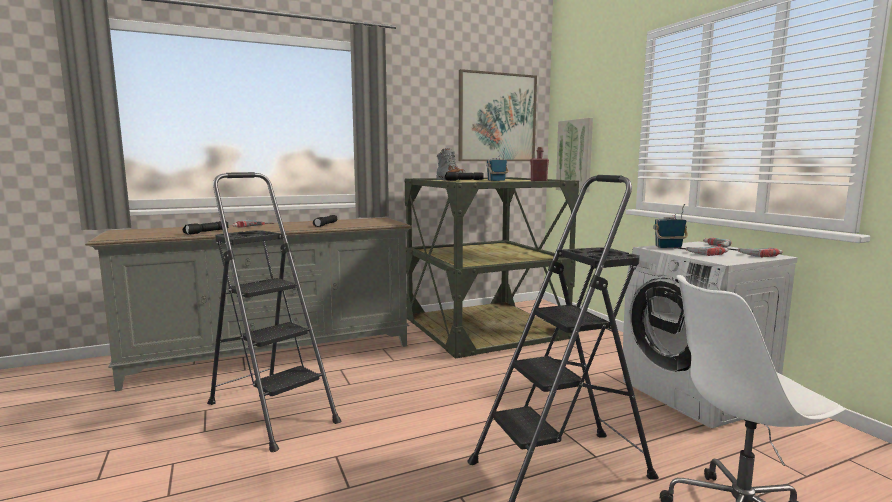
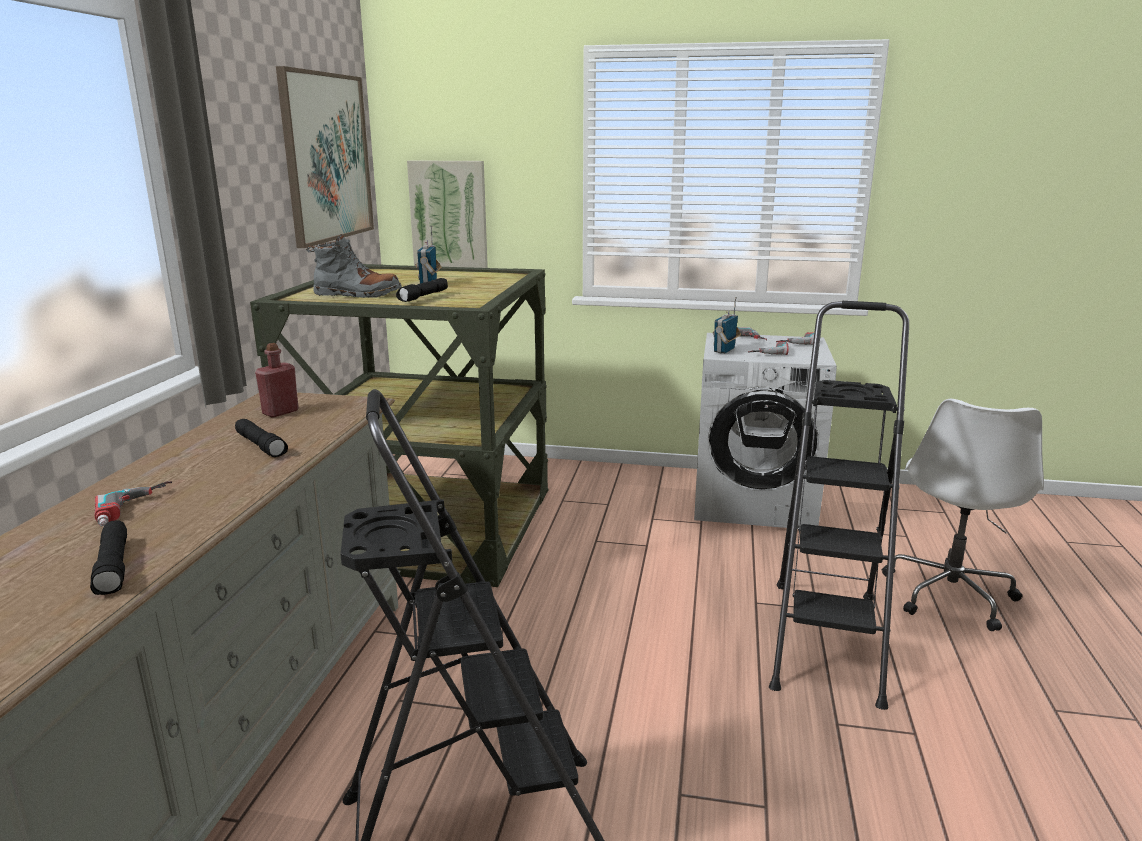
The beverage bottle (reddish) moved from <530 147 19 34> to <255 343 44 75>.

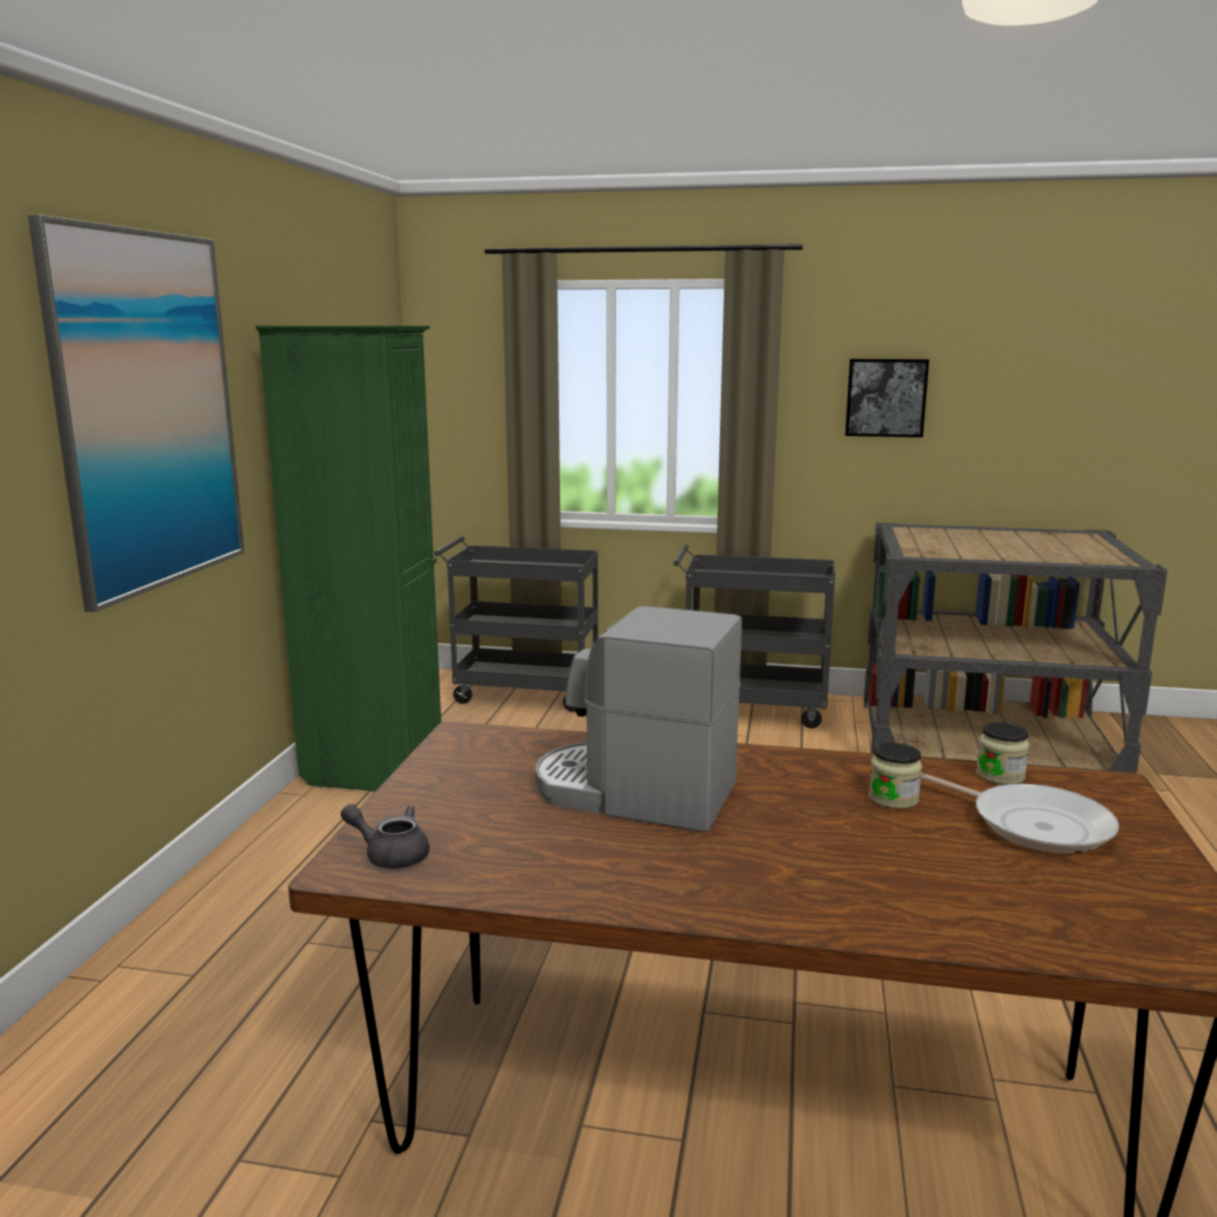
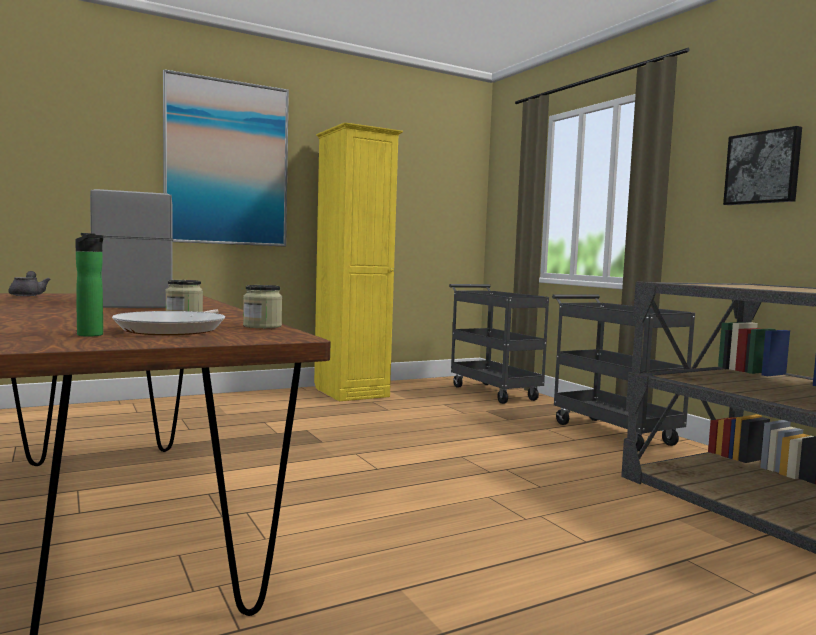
The beverage bottle at <76 233 27 104> appeared.
The cabinet (greenish) at <255 326 186 465> became the cabinet (yellow) at <314 123 89 278>.

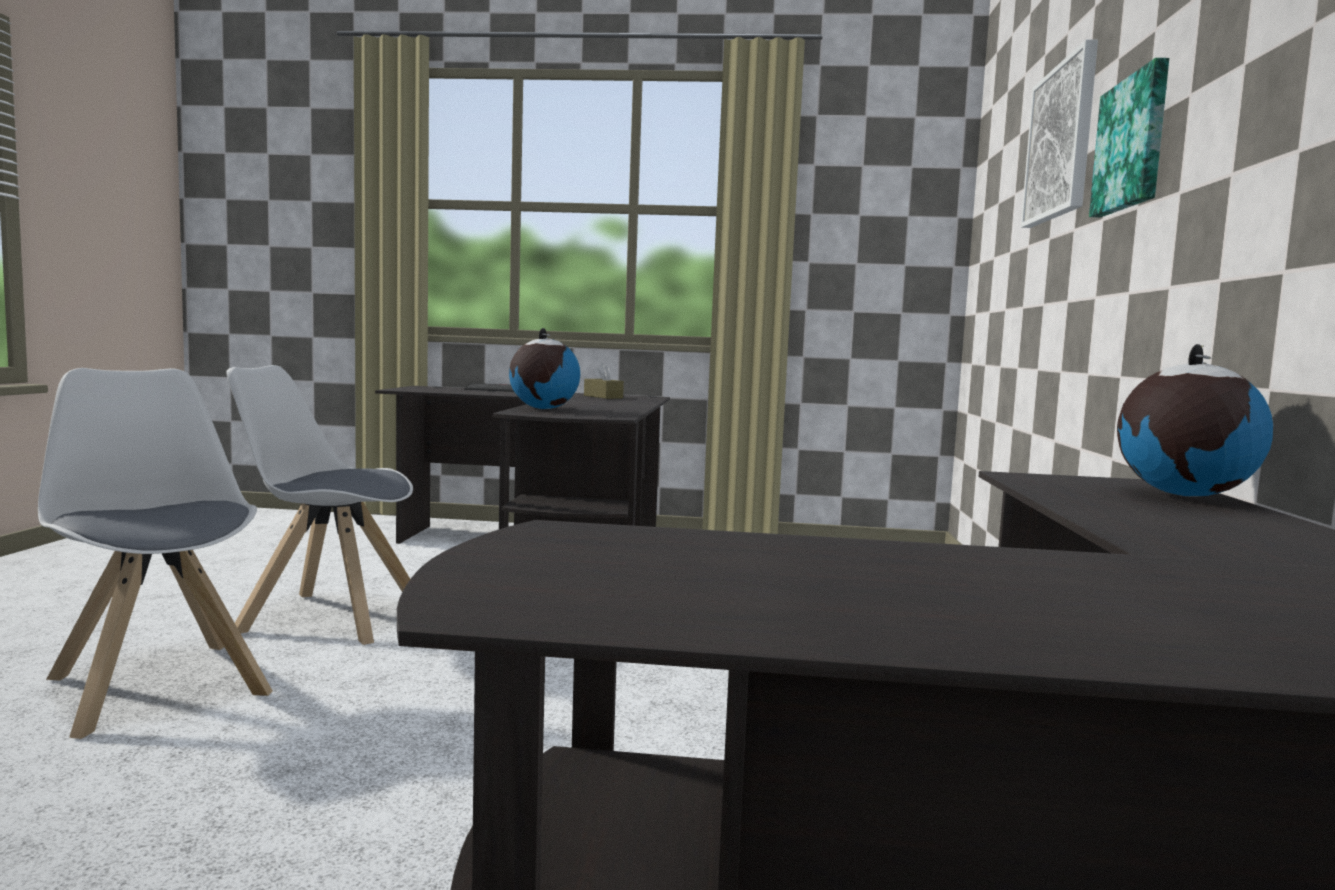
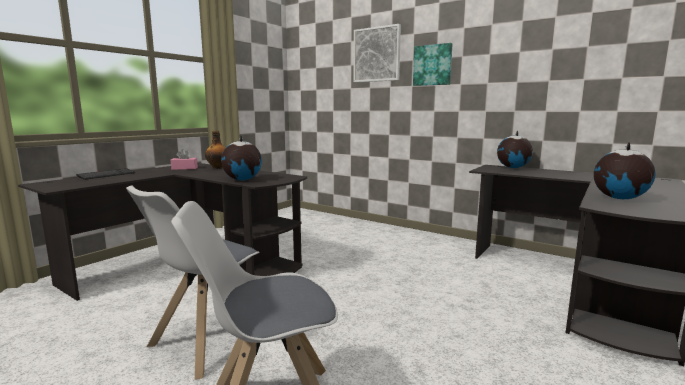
The tissue box (brown) at <584 363 40 36> became the tissue box (pink) at <171 149 27 21>.
The beverage bottle at <205 131 21 38> appeared.
The globe at <593 142 63 57> appeared.

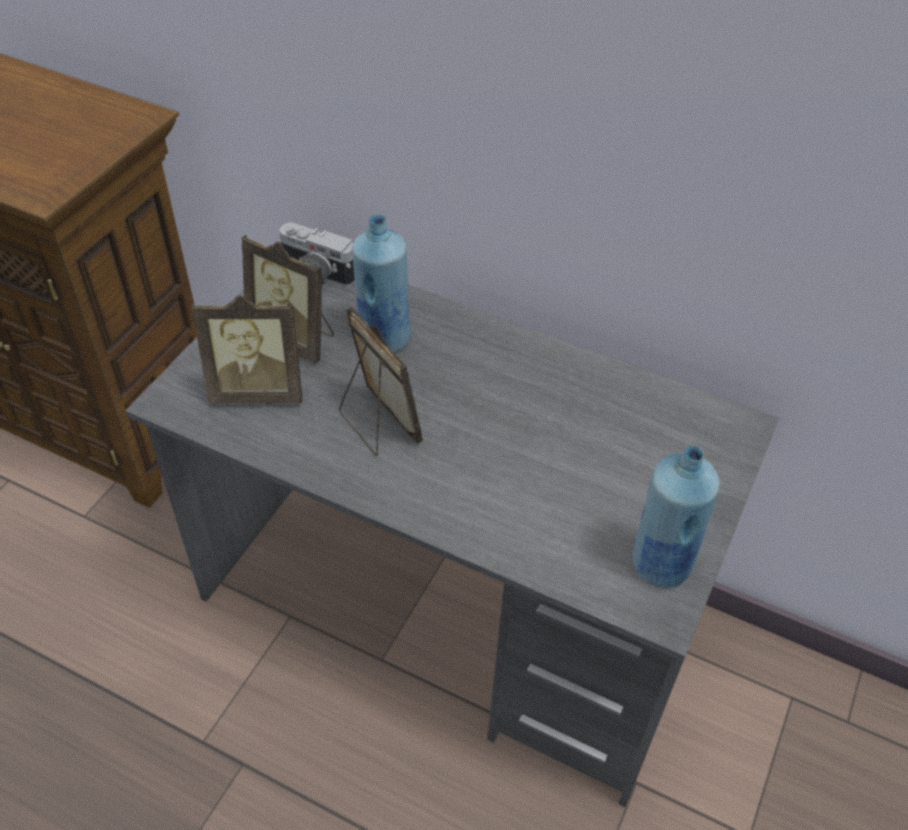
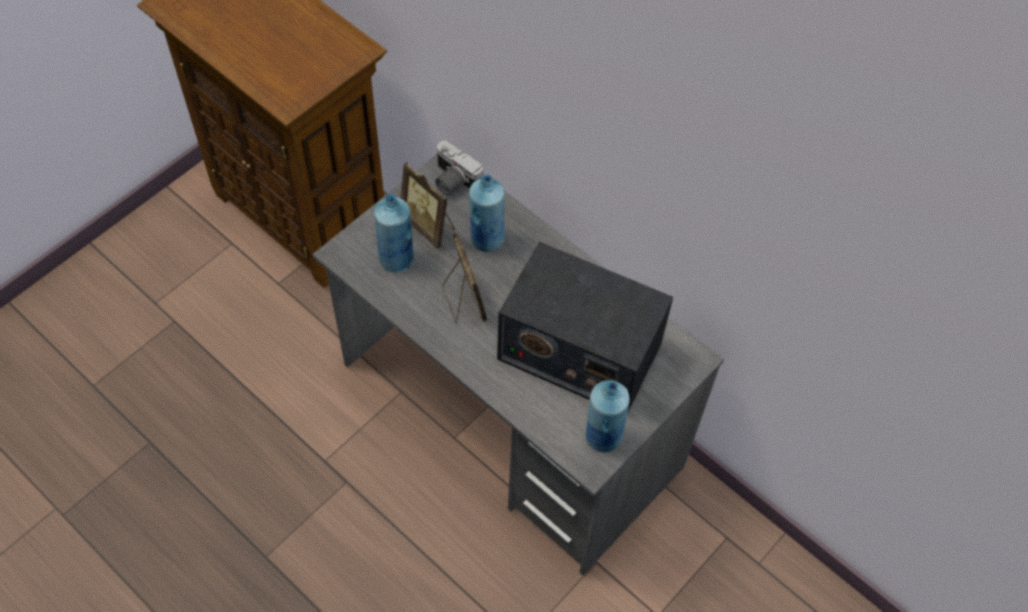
The standing frame at <192 295 110 108> was replaced by the beverage bottle (blue-coloured) at <374 194 40 78>.
The radio receiver at <497 241 176 173> appeared.

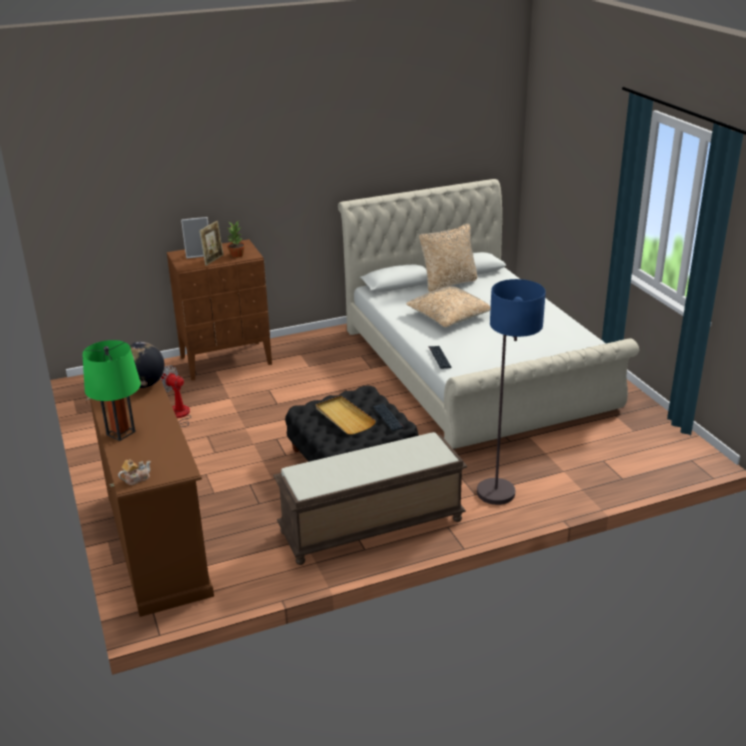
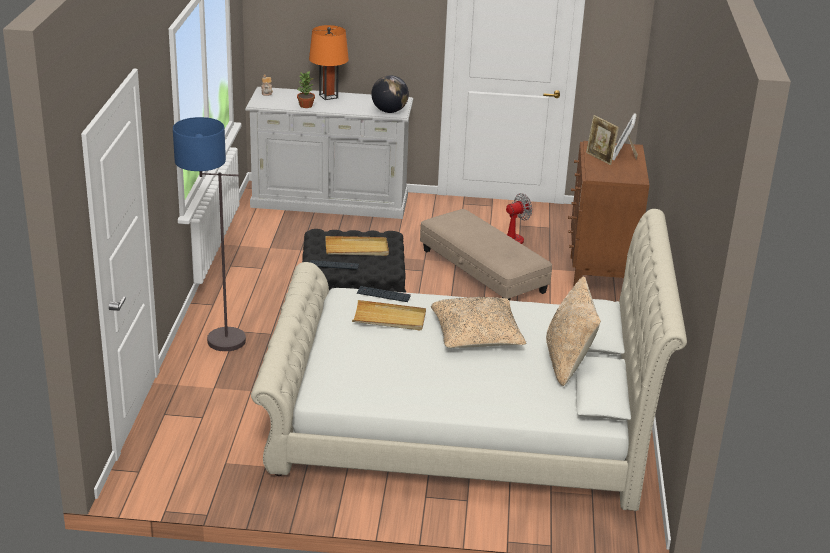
The drawer chest (brown) at <86 378 128 239> became the drawer chest (white) at <245 87 168 132>.
The plant in a pot moved from <226 221 19 37> to <297 71 18 37>.
The table lamp (greenish) at <82 340 59 101> became the table lamp (orange) at <309 25 40 75>.
The serving tray (beige) at <352 300 74 30> appeared.
The ottoman (beige) at <420 209 132 91> appeared.
The indoor bench (brown) at <273 432 194 133> disappeared.

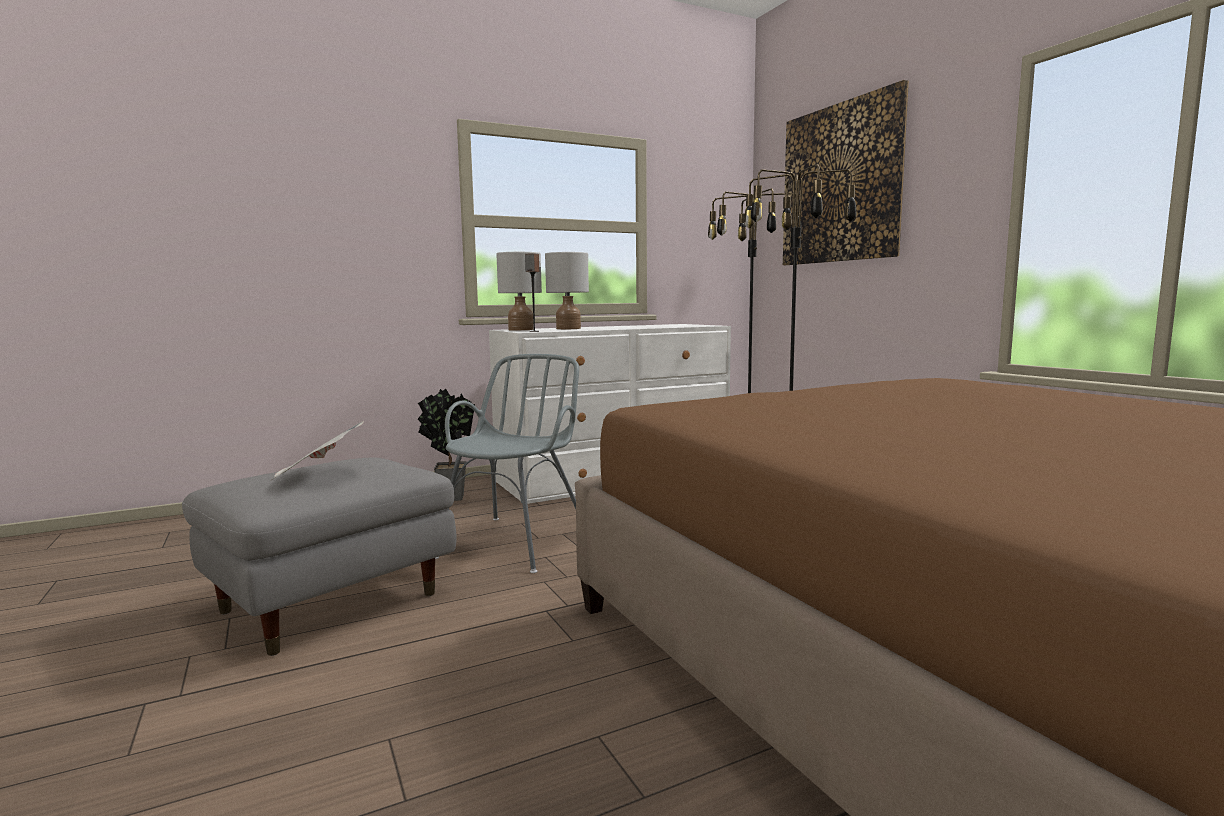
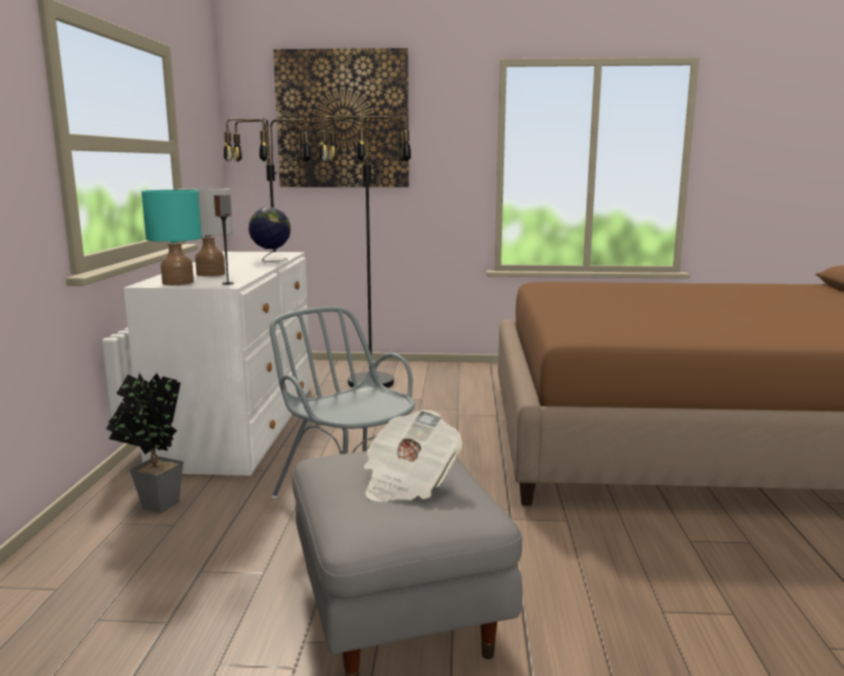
The table lamp (gray) at <496 252 46 78> became the table lamp (blue-green) at <141 190 61 95>.
The globe at <249 207 42 55> appeared.

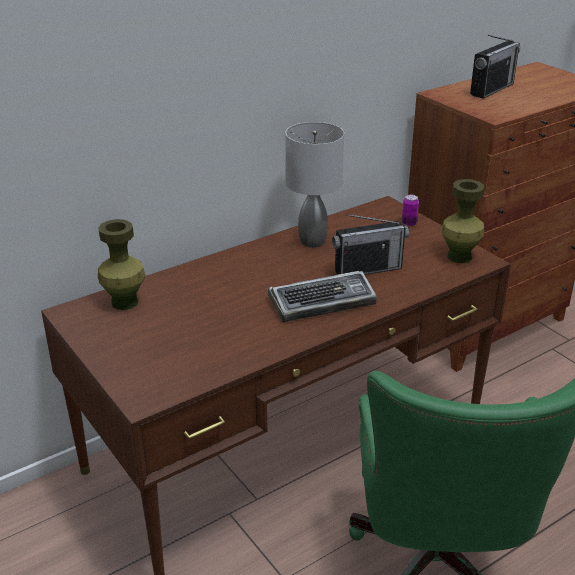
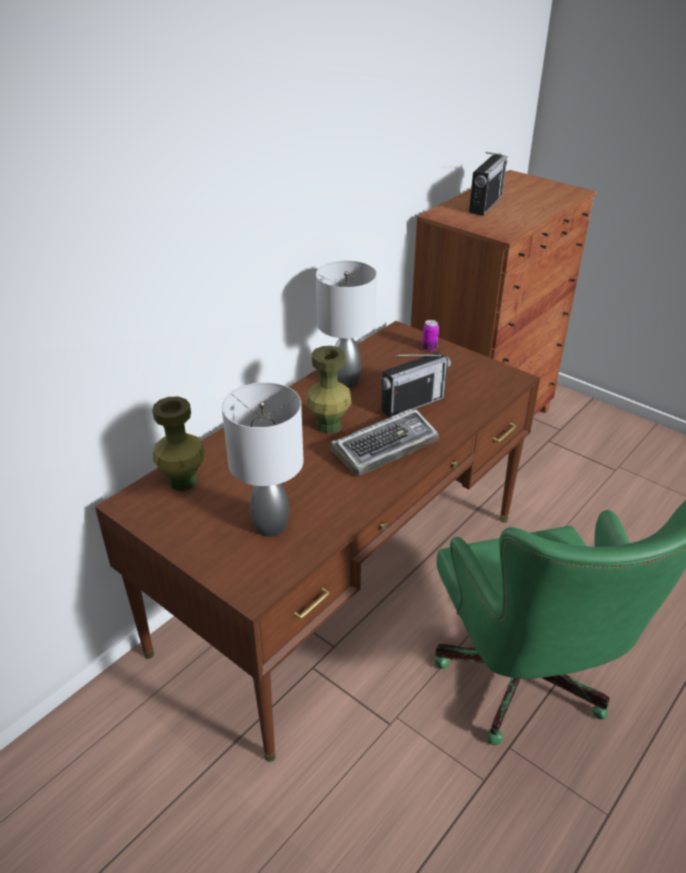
The table lamp (gray) at <222 382 82 155> appeared.
The flower vase (greenish) moved from <442 179 42 84> to <306 346 46 88>.

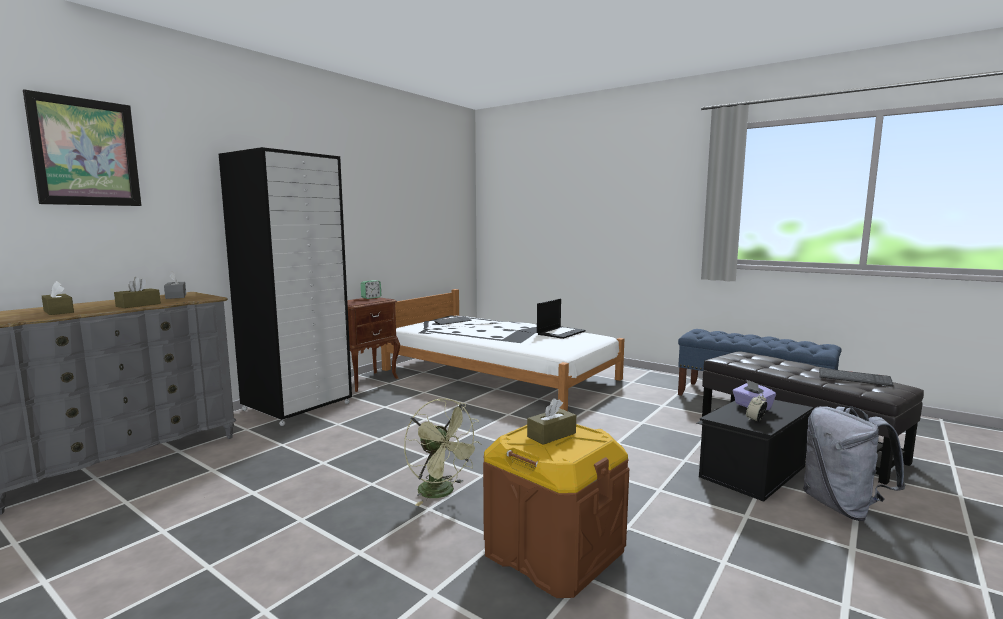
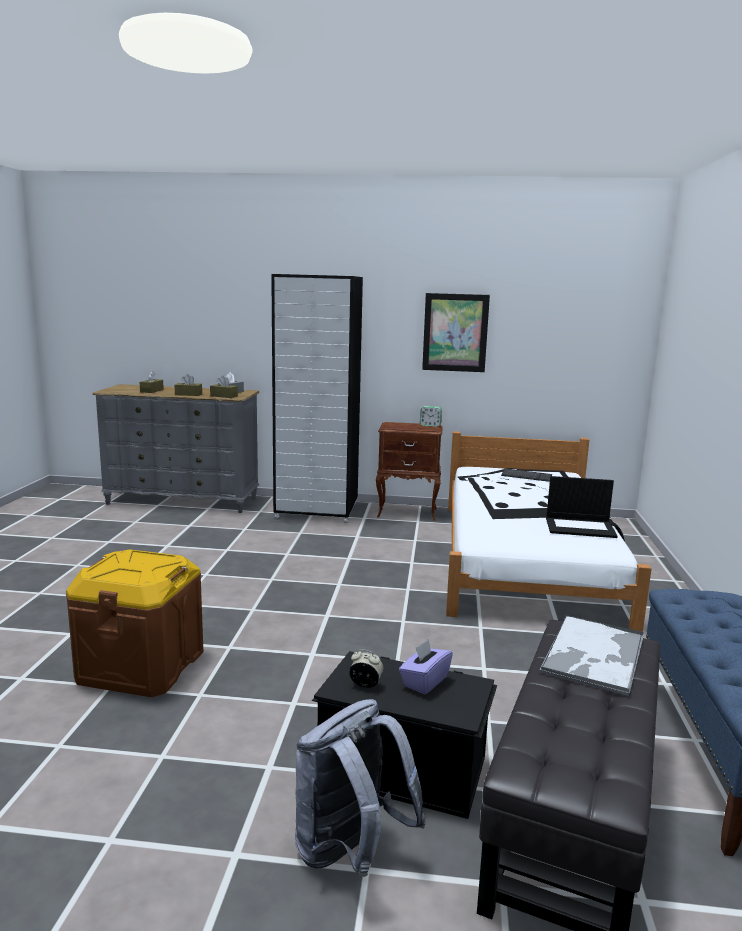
The tissue box (brown) moved from <527 398 49 47> to <210 376 28 22>.
The wall picture moved from <23 89 119 117> to <422 293 68 79>.
The serving tray at <540 615 104 81> appeared.
The cooling fan (greenish) at <404 398 78 108> disappeared.
The keyboard at <819 368 75 18> disappeared.

